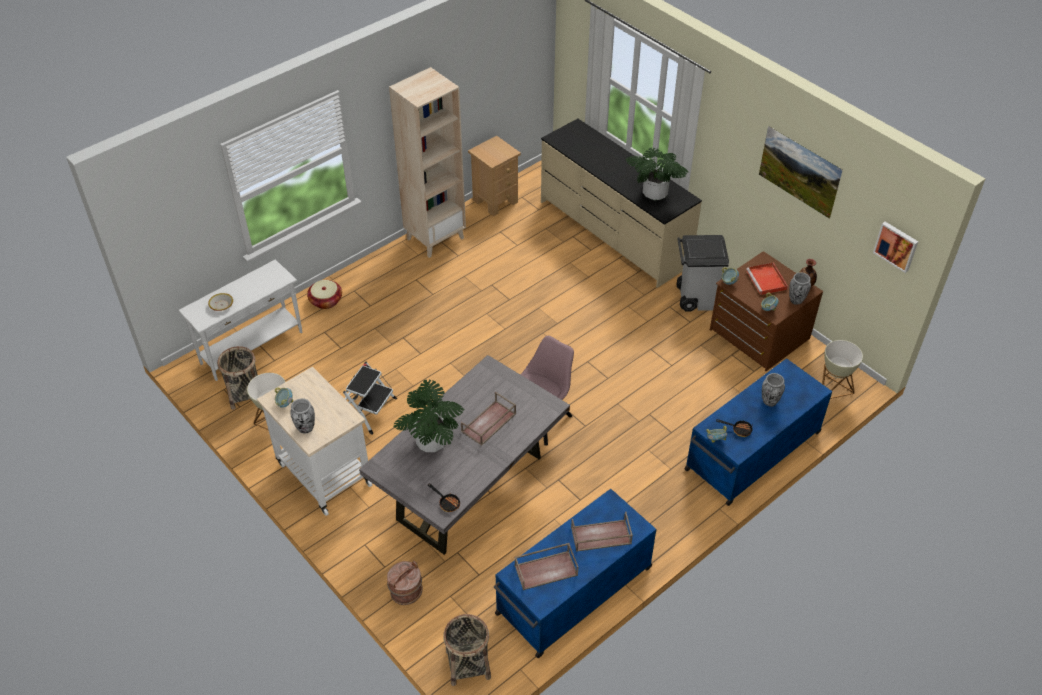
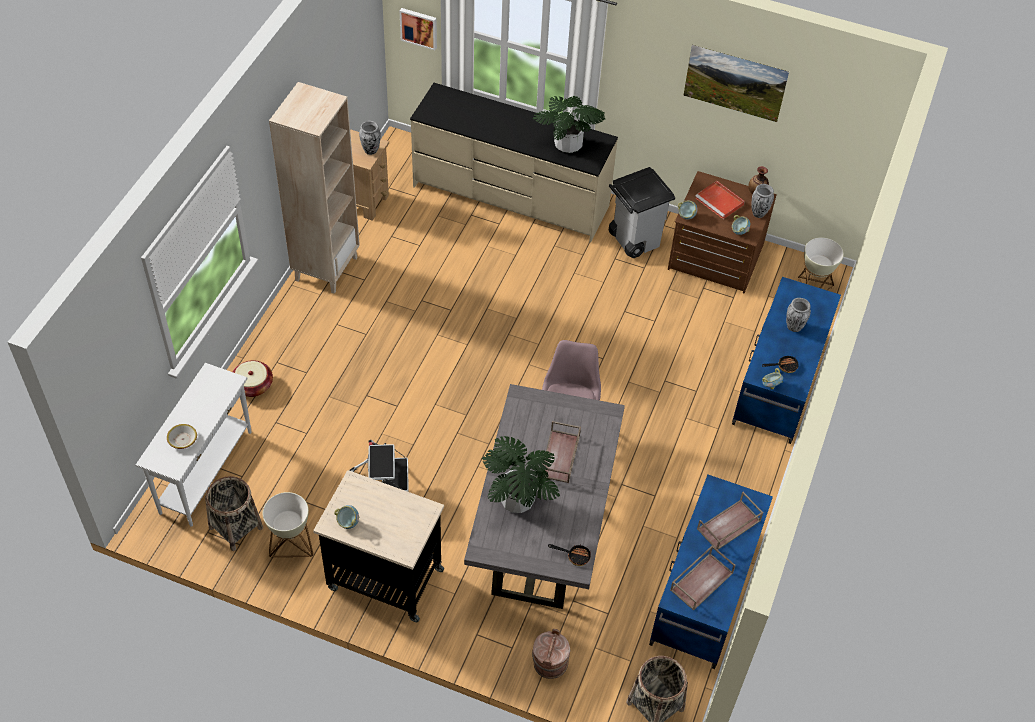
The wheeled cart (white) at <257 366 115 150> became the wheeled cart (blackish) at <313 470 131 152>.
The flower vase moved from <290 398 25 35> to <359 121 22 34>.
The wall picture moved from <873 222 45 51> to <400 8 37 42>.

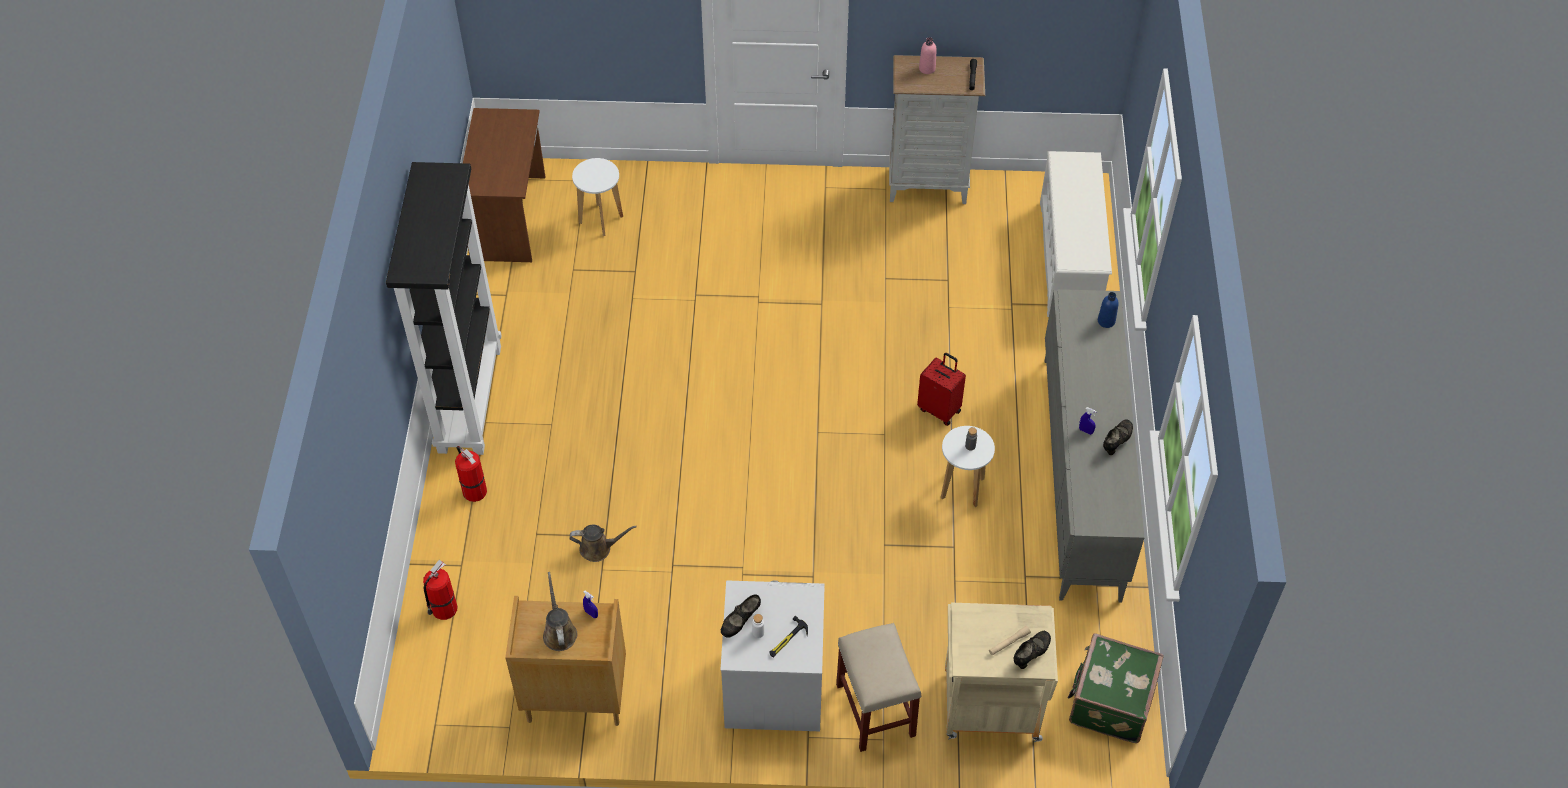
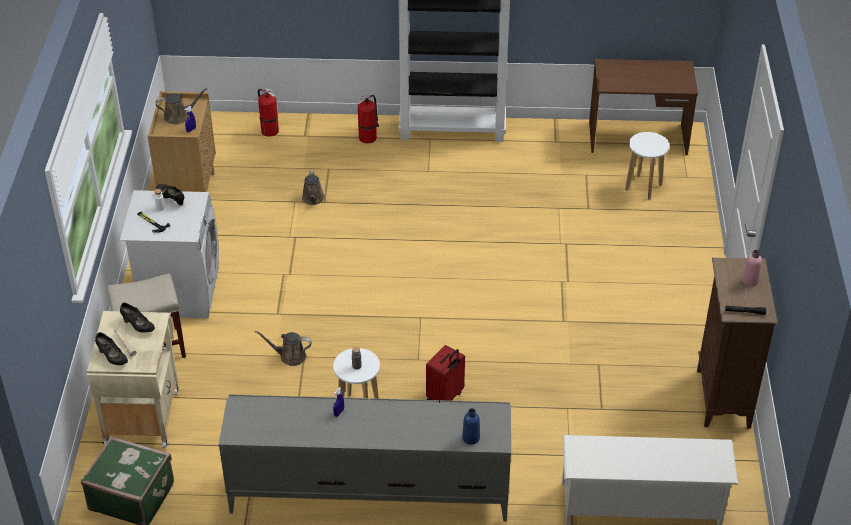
The low shoe (blackish) moved from <1103 420 30 35> to <120 303 35 30>.
The watering pot (brown) at <255 330 57 36> appeared.
The drawer chest (white) at <889 55 96 149> became the drawer chest (brown) at <697 257 80 171>.

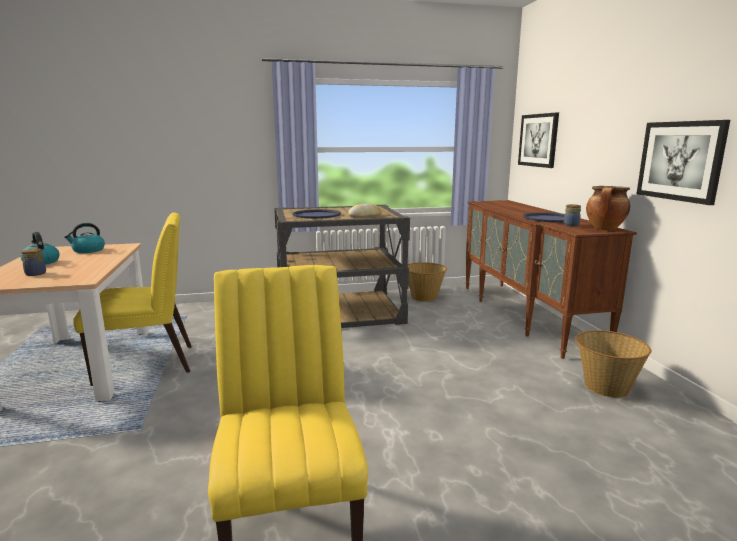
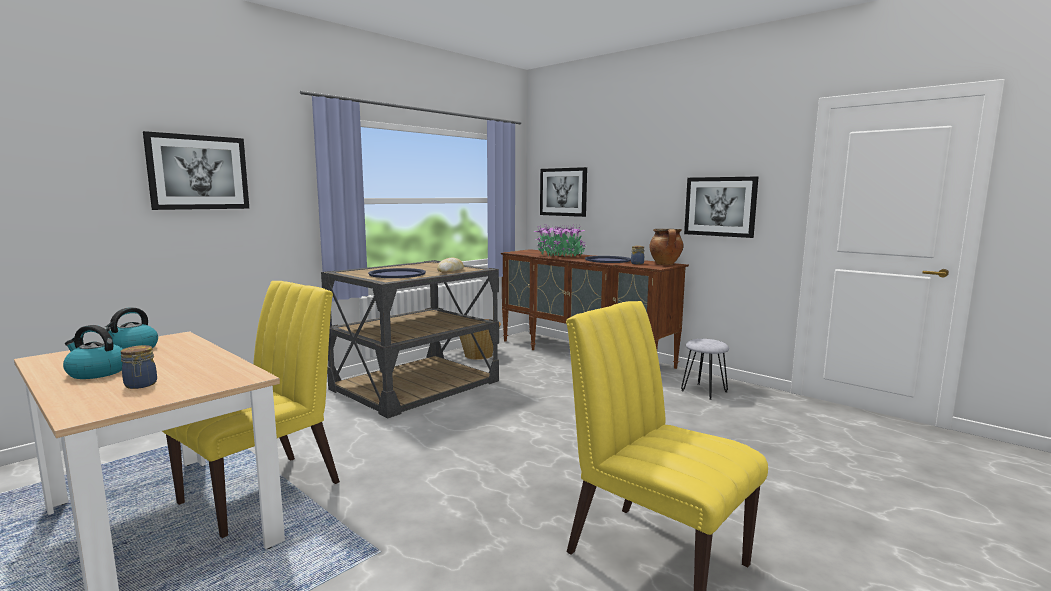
The wall picture at <143 131 106 79> appeared.
The plant in a pot at <534 224 52 33> appeared.
The household basket at <575 330 76 68> was replaced by the stool seat (gray) at <681 339 48 61>.

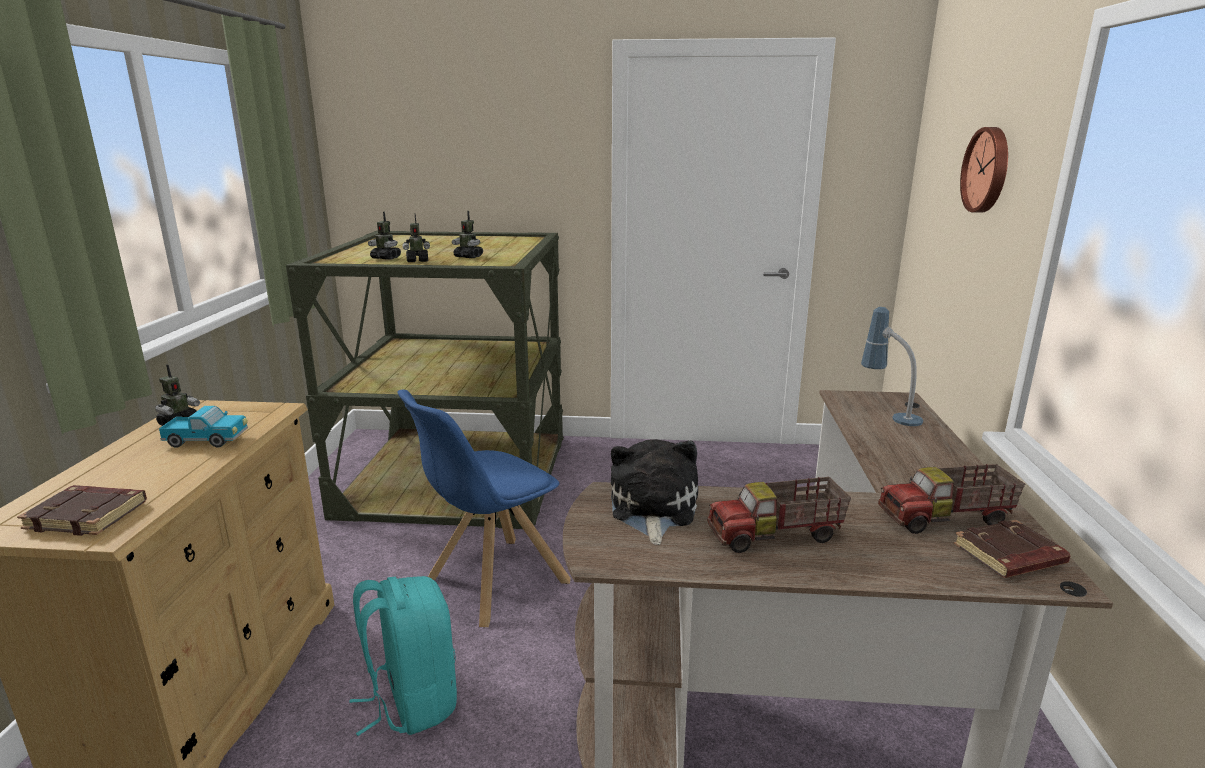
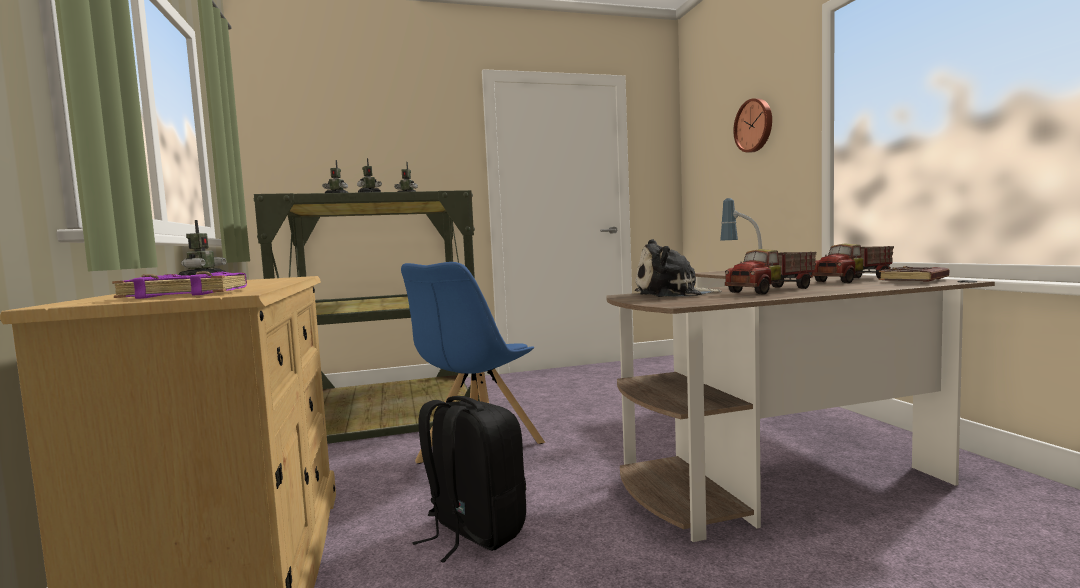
The book (brown) at <17 485 130 51> became the book (purplish) at <112 271 135 28>.
The backpack (blue-green) at <349 576 108 160> became the backpack (blackish) at <413 396 113 167>.
The soft toy at <611 439 87 106> turned 75 degrees counterclockwise.
The toy lorry at <159 406 89 42> disappeared.

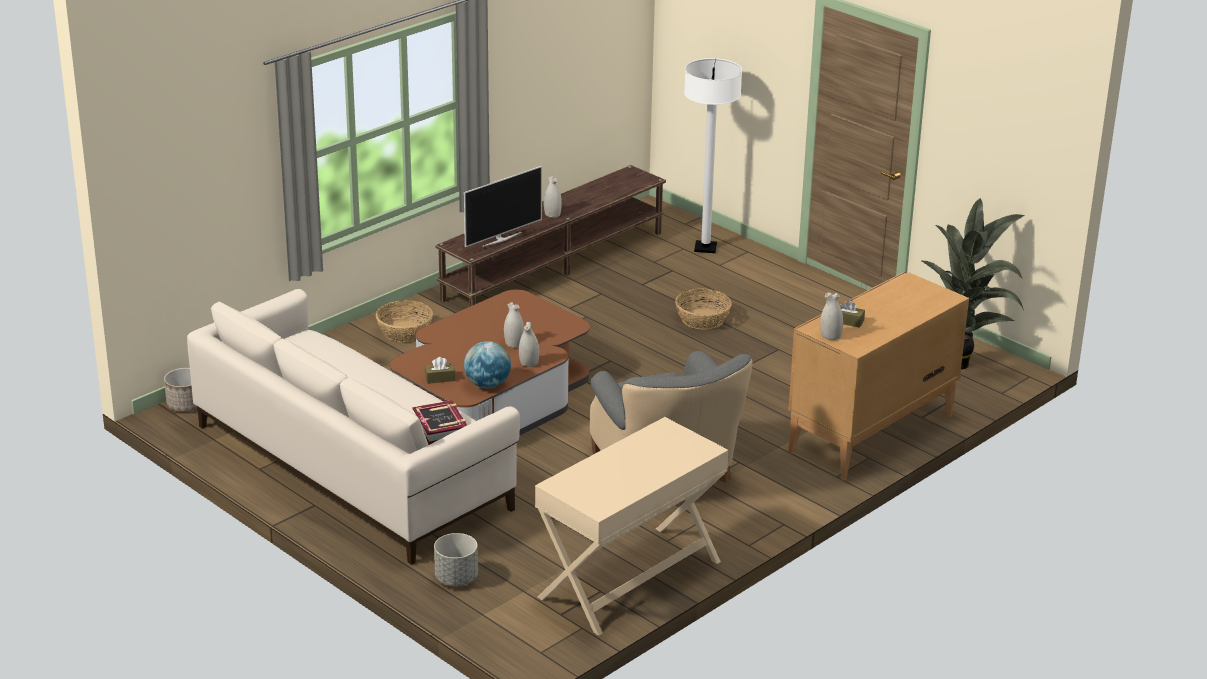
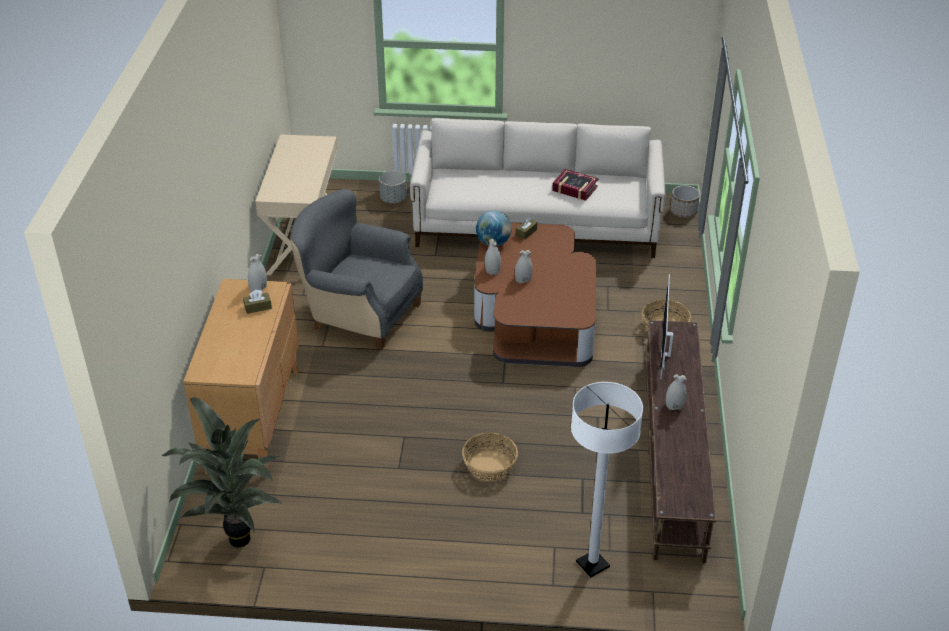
The book moved from <412 400 55 45> to <552 169 46 32>.

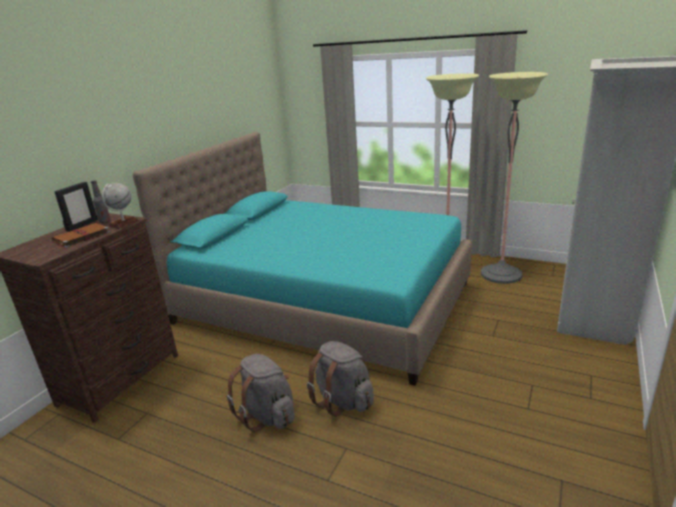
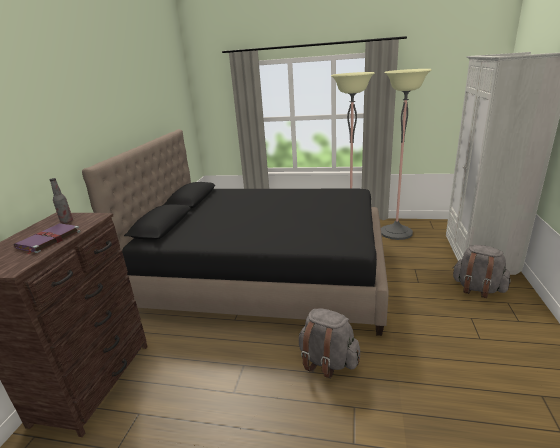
The book (brown) at <52 223 58 25> became the book (purplish) at <14 223 67 31>.
The sleeping bed (blue-green) at <133 132 339 254> became the sleeping bed (blackish) at <82 129 307 207>.
The backpack (gray) moved from <227 354 68 78> to <453 245 58 53>.
The standing frame at <54 182 44 50> disappeared.
The globe at <102 183 37 46> disappeared.

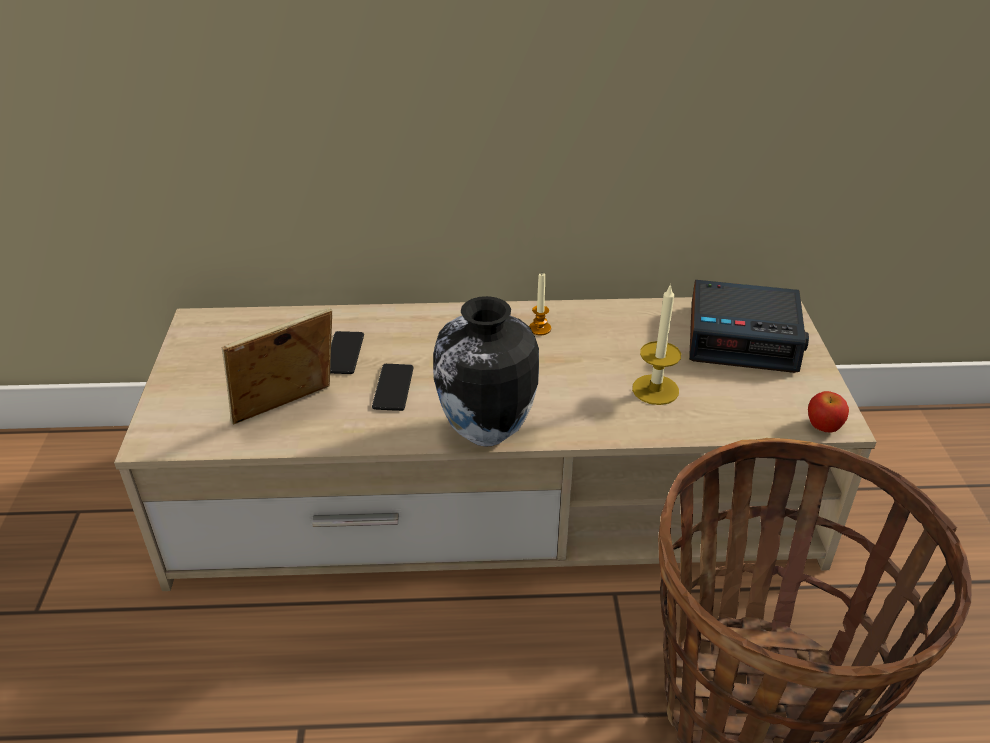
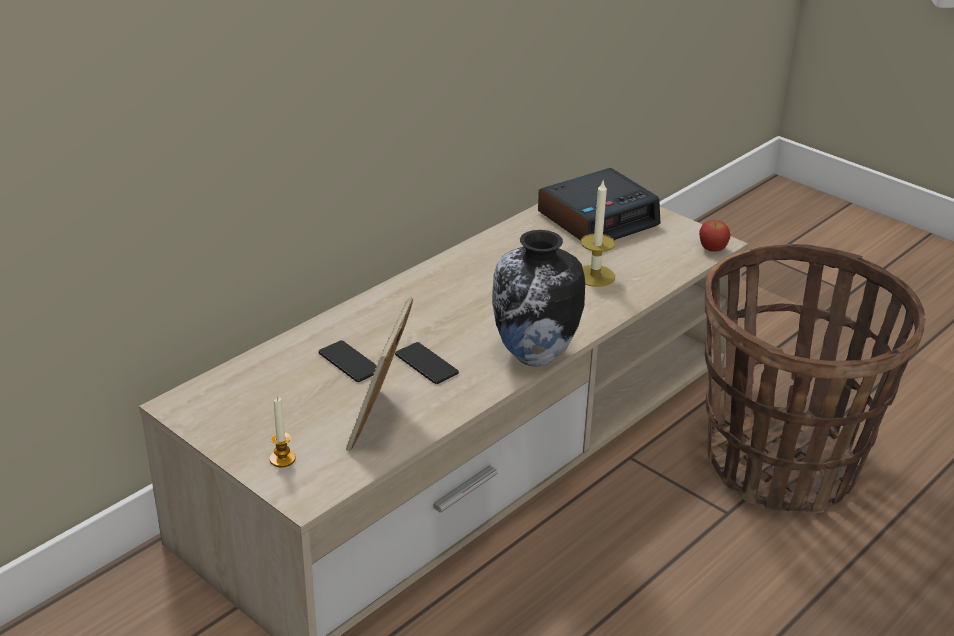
The wax light moved from <529 273 22 62> to <269 398 27 69>.

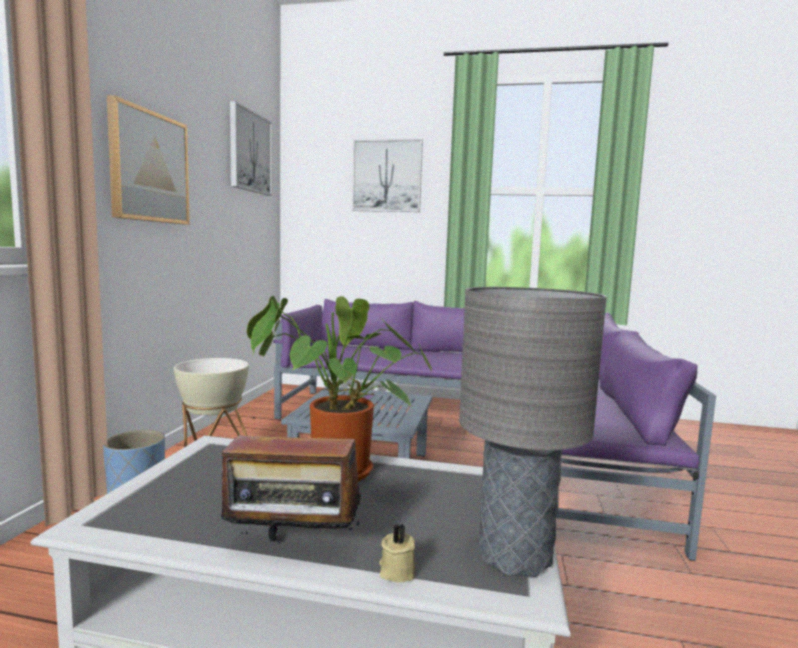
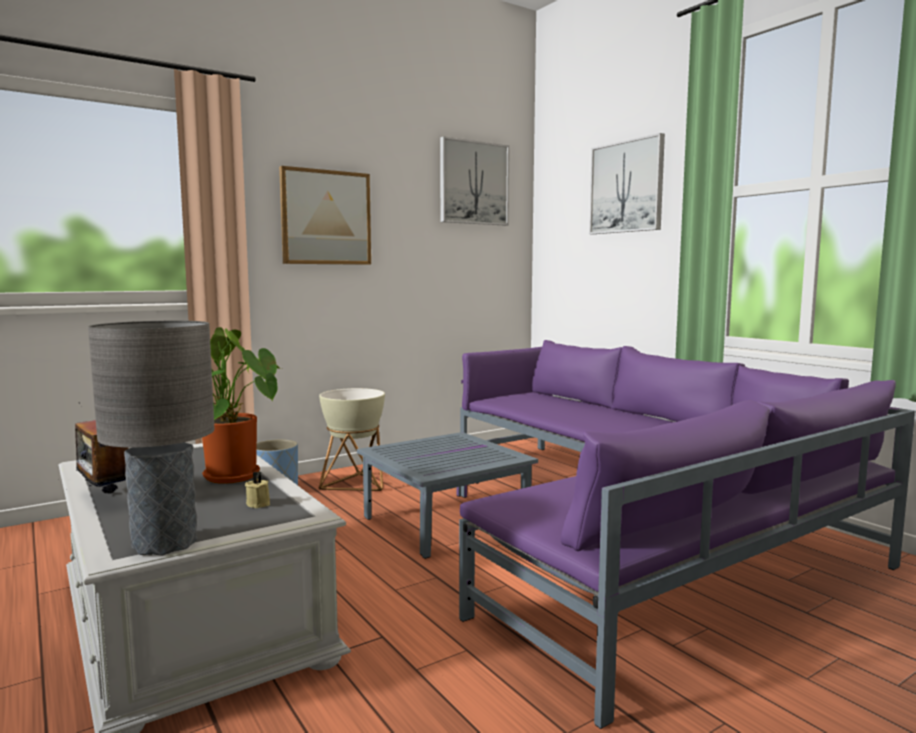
The wax light (beige) moved from <379 524 37 59> to <245 471 25 37>.

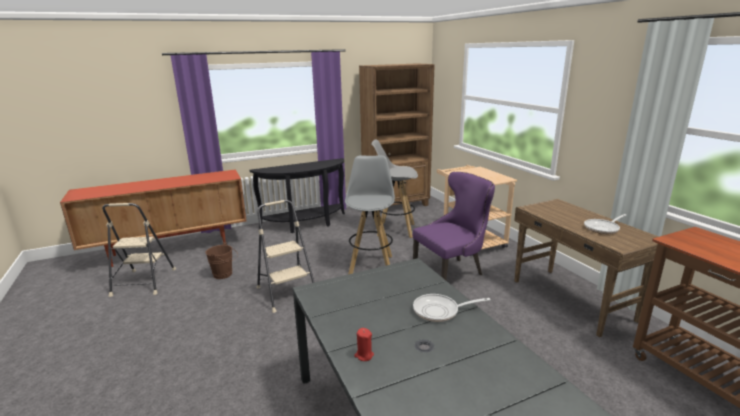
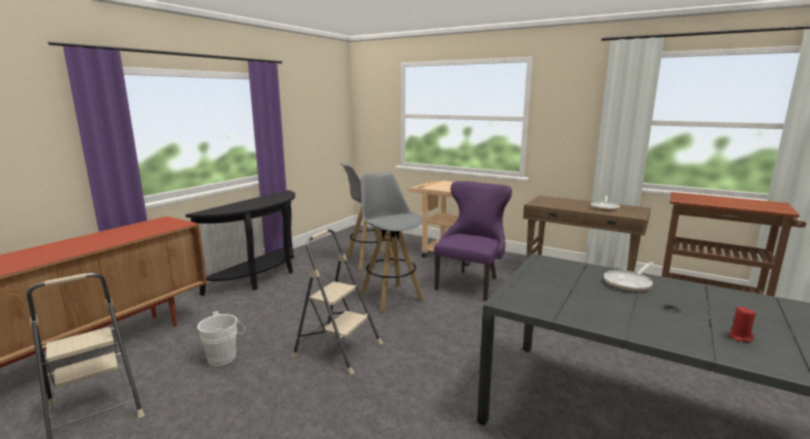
The bucket (brown) at <206 242 32 37> became the bucket (white) at <197 311 48 55>.
The wax light (reddish) moved from <354 328 20 33> to <729 307 27 35>.
The bookcase (brown) at <359 63 76 150> disappeared.

